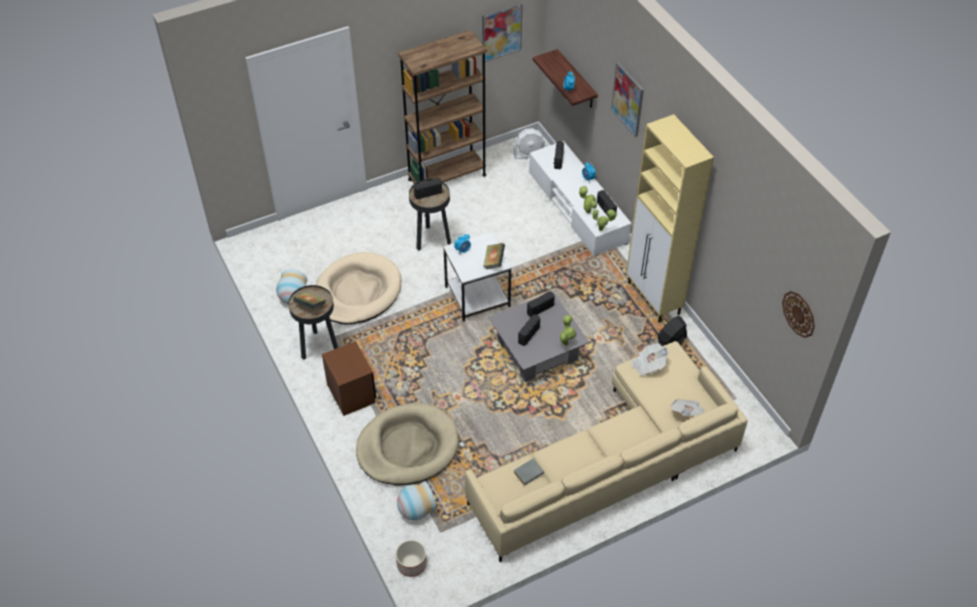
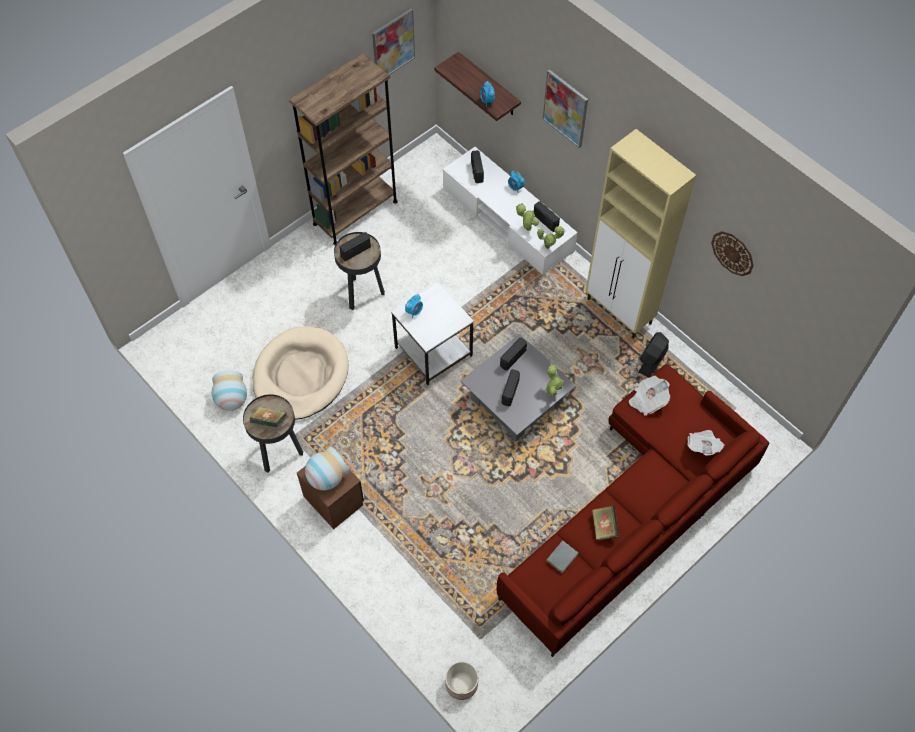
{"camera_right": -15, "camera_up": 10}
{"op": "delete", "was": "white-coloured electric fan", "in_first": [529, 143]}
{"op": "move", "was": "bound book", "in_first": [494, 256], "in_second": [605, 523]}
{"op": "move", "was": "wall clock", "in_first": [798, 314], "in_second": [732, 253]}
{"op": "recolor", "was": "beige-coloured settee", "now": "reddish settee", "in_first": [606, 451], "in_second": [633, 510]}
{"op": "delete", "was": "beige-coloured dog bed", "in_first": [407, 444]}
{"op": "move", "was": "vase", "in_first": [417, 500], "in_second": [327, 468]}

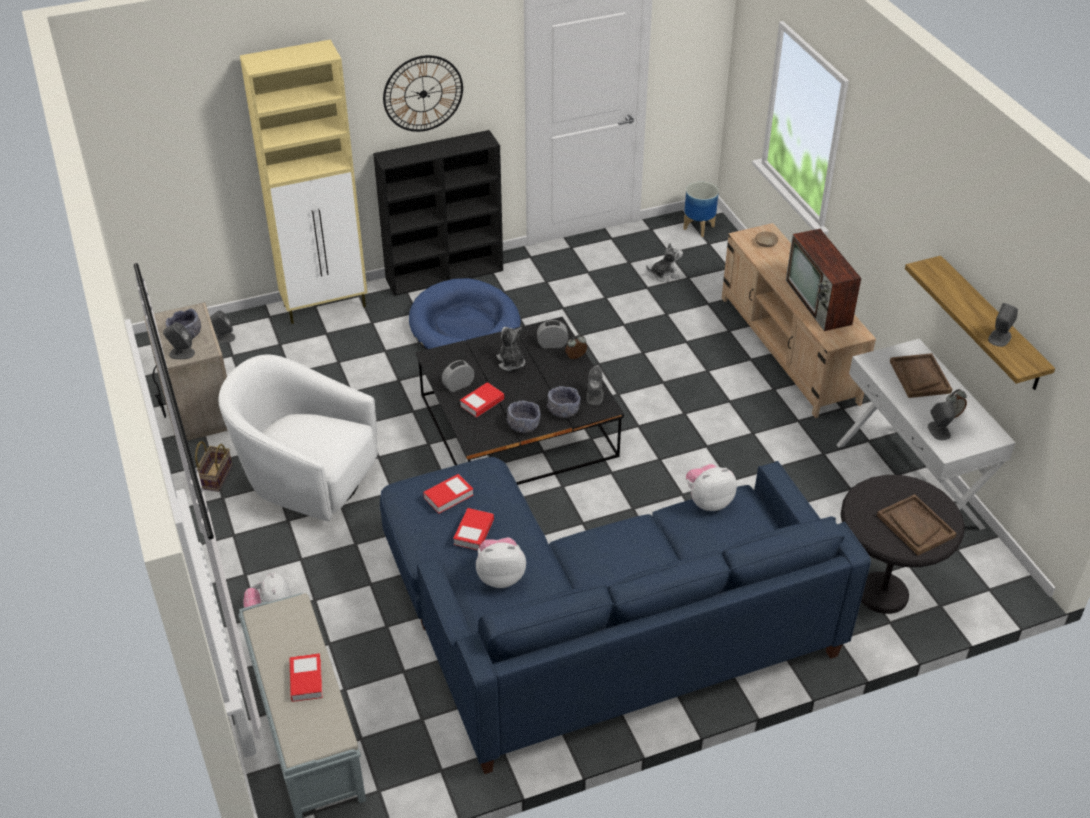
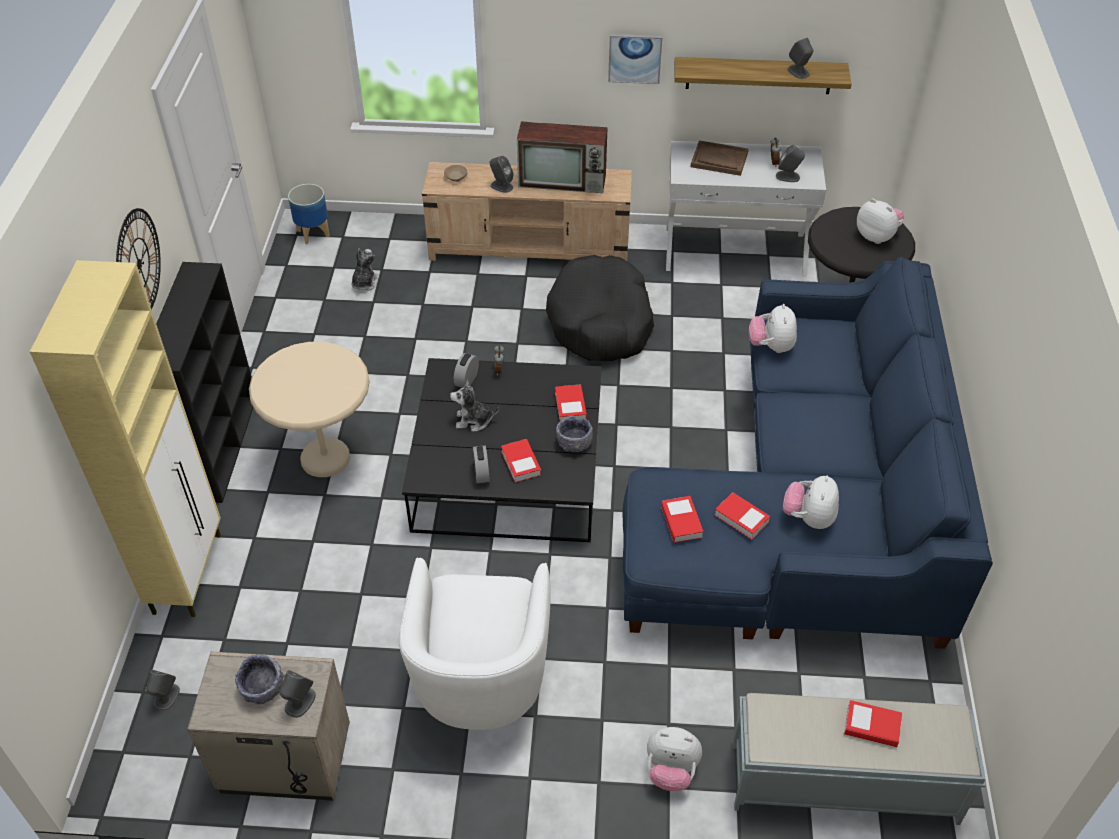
{"camera_right": -65, "camera_up": 5}
{"op": "replace", "was": "bluish dog bed", "now": "beige-coloured side table", "in_first": [465, 314], "in_second": [309, 409]}
{"op": "rotate", "was": "white-coloured lounge chair", "in_first": [298, 438], "in_second": [475, 643], "clockwise": -45}
{"op": "move", "was": "greyish loudspeaker", "in_first": [595, 385], "in_second": [501, 174]}
{"op": "replace", "was": "greyish deep dish", "now": "bound book", "in_first": [564, 402], "in_second": [571, 403]}
{"op": "delete", "was": "household basket", "in_first": [213, 466]}
{"op": "replace", "was": "brown-coloured tray", "now": "plush toy", "in_first": [917, 525], "in_second": [880, 221]}
{"op": "insert", "now": "picture", "in_second": [635, 59]}
{"op": "insert", "now": "black-coloured dog bed", "in_second": [600, 308]}

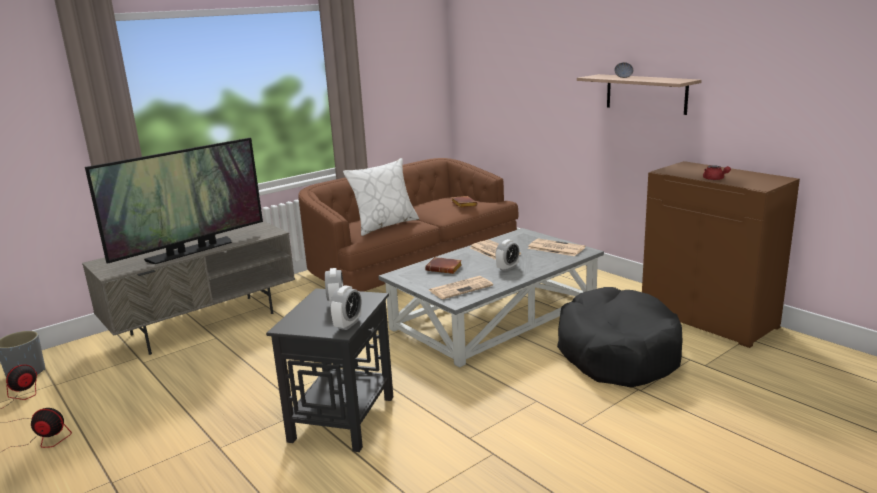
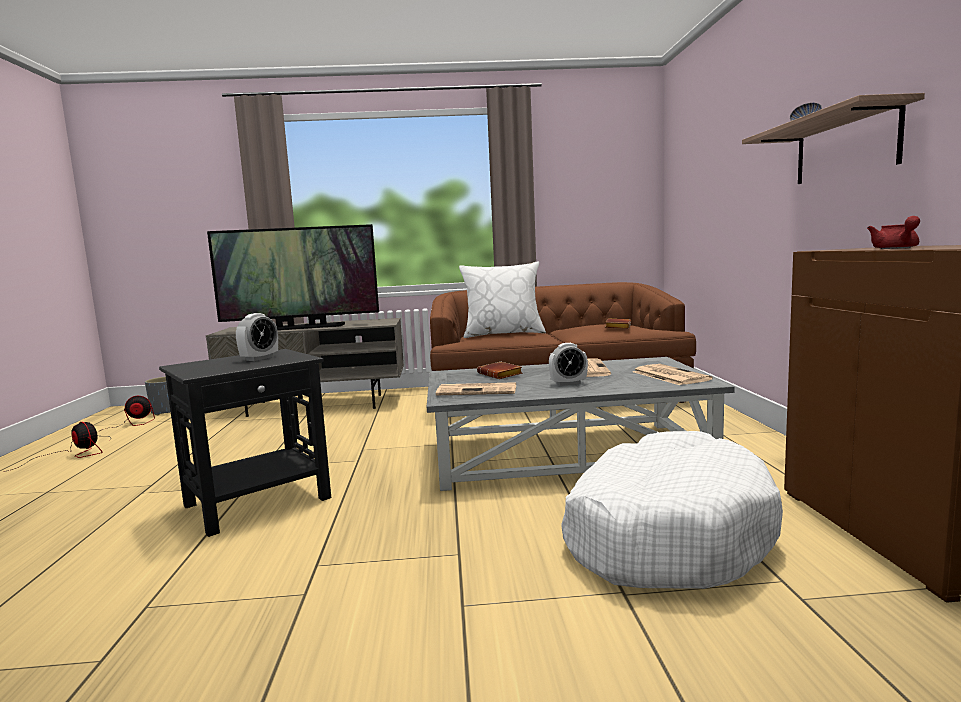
{"camera_right": 35, "camera_up": -10}
{"op": "delete", "was": "table clock", "in_first": [346, 308]}
{"op": "recolor", "was": "black-coloured dog bed", "now": "white-coloured dog bed", "in_first": [619, 337], "in_second": [672, 510]}

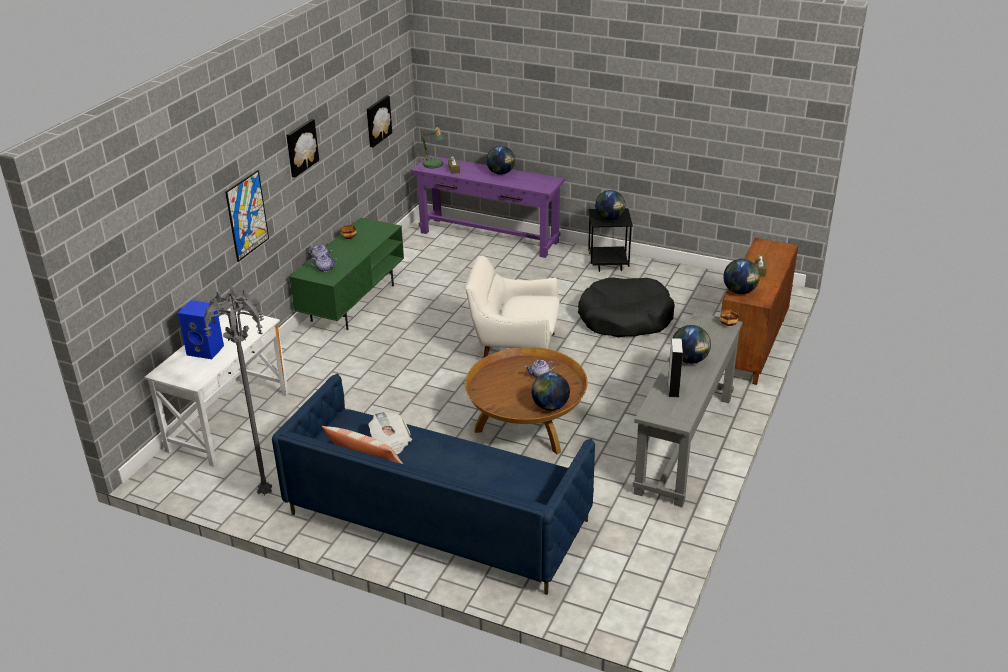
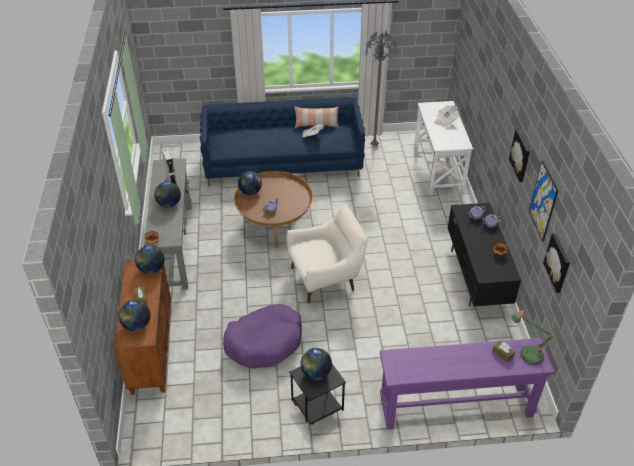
{"camera_right": 150, "camera_up": 10}
{"op": "move", "was": "world globe", "in_first": [500, 160], "in_second": [134, 315]}
{"op": "move", "was": "picture", "in_first": [247, 216], "in_second": [543, 201]}
{"op": "recolor", "was": "greenish media console", "now": "black-coloured media console", "in_first": [346, 274], "in_second": [484, 255]}
{"op": "recolor", "was": "black-coloured dog bed", "now": "purple dog bed", "in_first": [626, 307], "in_second": [262, 336]}
{"op": "replace", "was": "bluish loudspeaker", "now": "printed paper", "in_first": [201, 329], "in_second": [446, 116]}

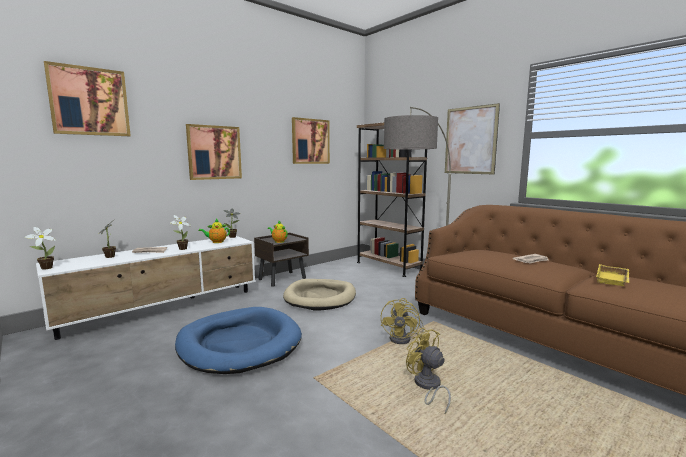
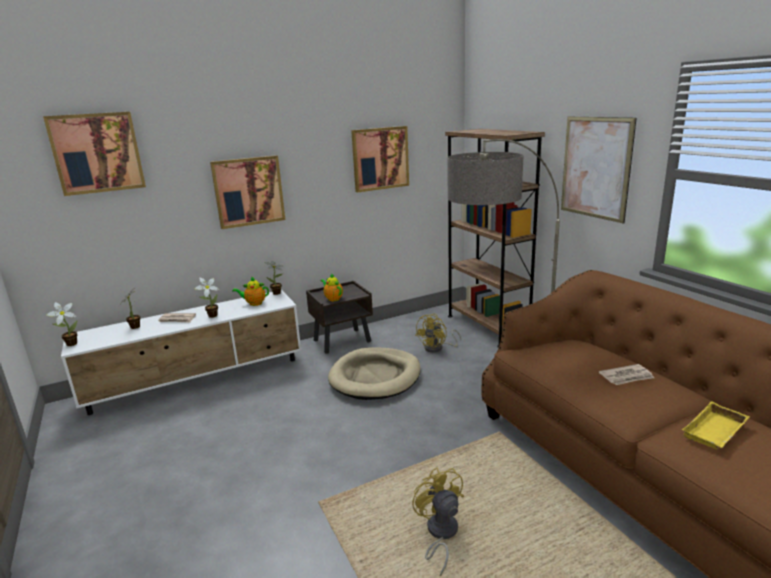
{"camera_right": 15, "camera_up": 10}
{"op": "move", "was": "yellowish electric fan", "in_first": [402, 321], "in_second": [438, 333]}
{"op": "delete", "was": "bluish dog bed", "in_first": [238, 340]}

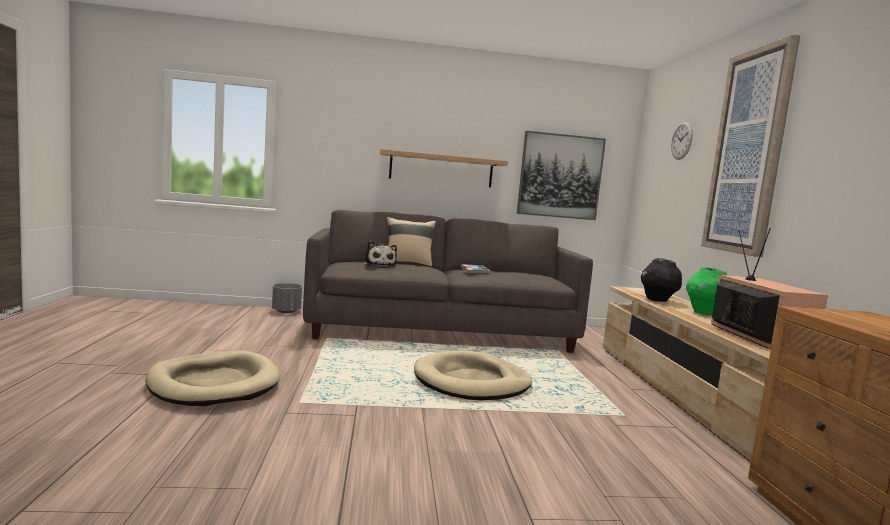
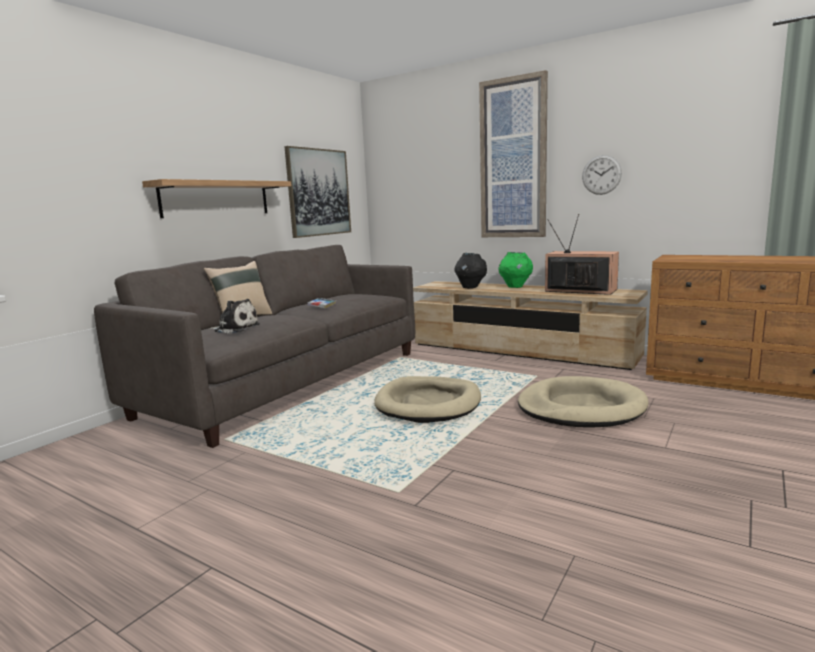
{"camera_right": -50, "camera_up": 5}
{"op": "move", "was": "wall clock", "in_first": [682, 141], "in_second": [602, 175]}
{"op": "delete", "was": "greyish planter", "in_first": [287, 298]}
{"op": "move", "was": "beige-coloured dog bed", "in_first": [213, 378], "in_second": [583, 402]}

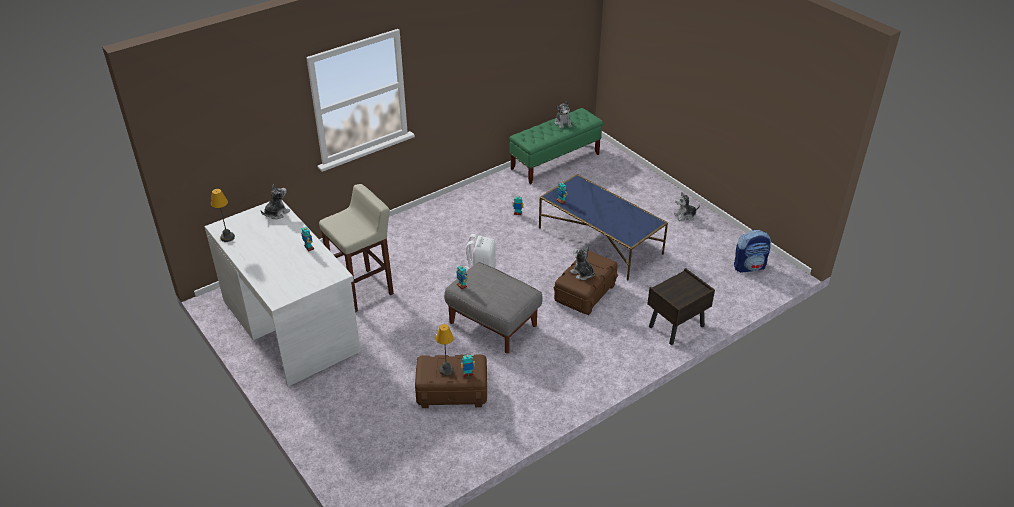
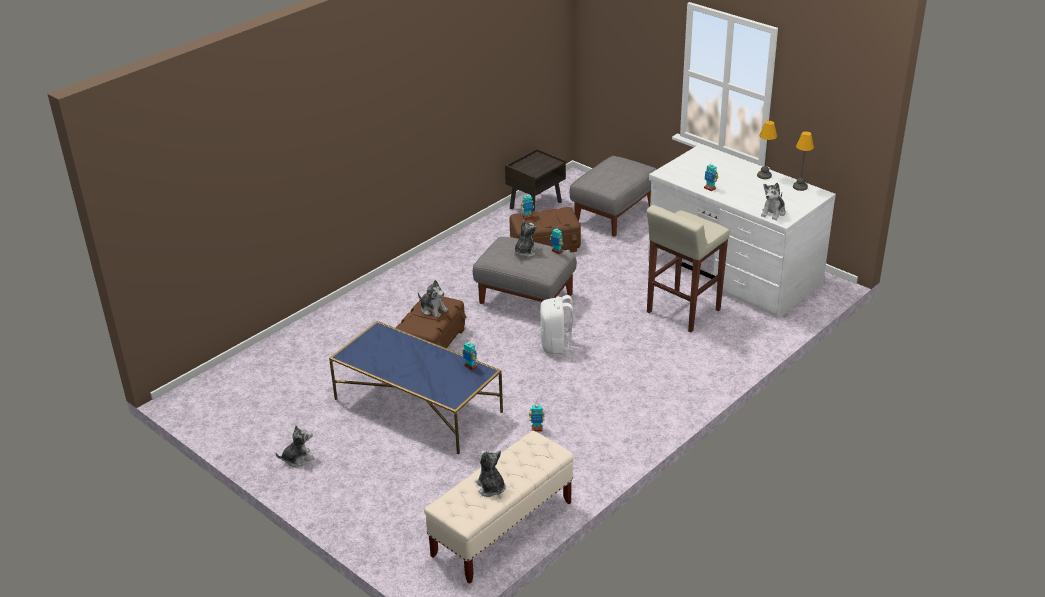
{"camera_right": 170, "camera_up": -5}
{"op": "recolor", "was": "greenish bench", "now": "beige-coloured bench", "in_first": [556, 146], "in_second": [499, 507]}
{"op": "delete", "was": "knapsack", "in_first": [752, 251]}
{"op": "move", "was": "brown-coloured bedside table", "in_first": [681, 306], "in_second": [535, 180]}
{"op": "move", "was": "lamp for a table", "in_first": [445, 350], "in_second": [767, 150]}
{"op": "insert", "now": "greyish pouffe", "in_second": [613, 196]}
{"op": "insert", "now": "plush toy", "in_second": [525, 239]}

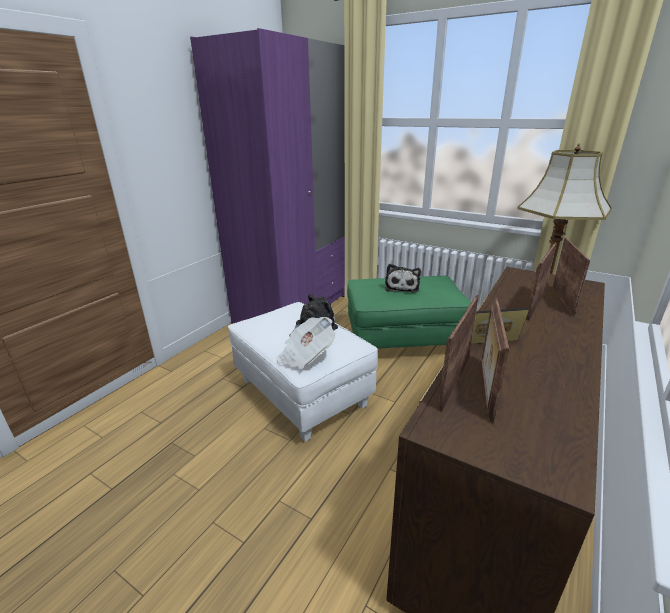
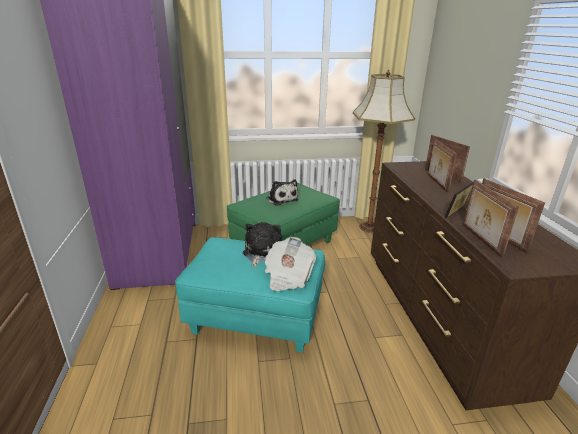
{"camera_right": -40, "camera_up": 0}
{"op": "recolor", "was": "white-coloured pouffe", "now": "blue-green pouffe", "in_first": [303, 372], "in_second": [250, 295]}

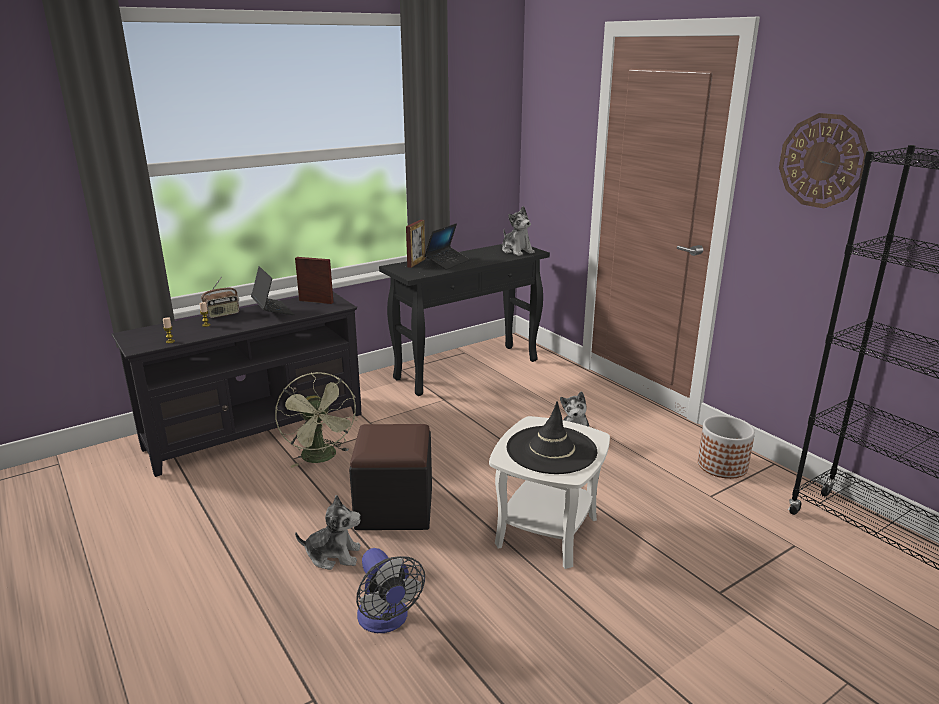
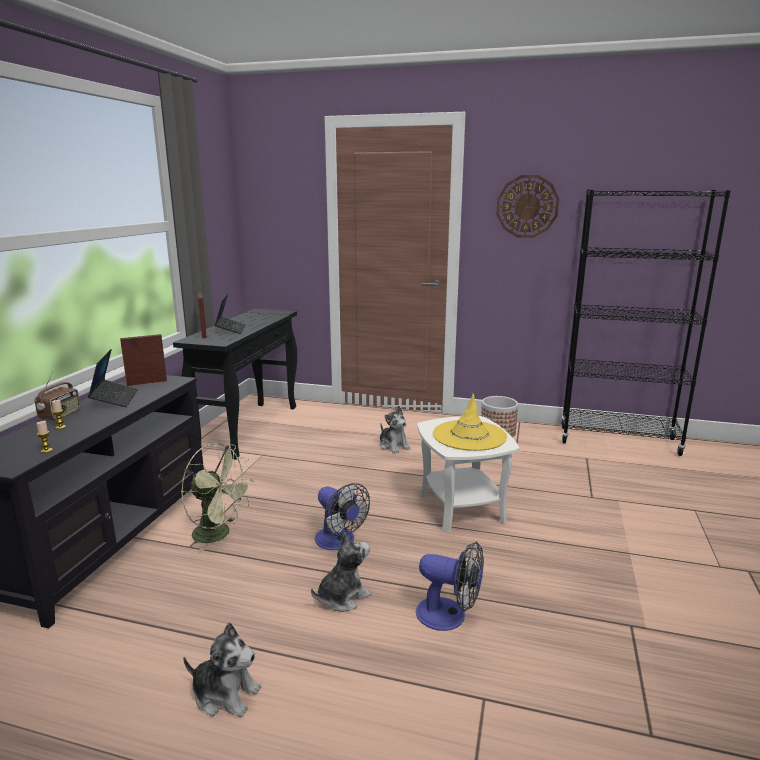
{"camera_right": -40, "camera_up": -5}
{"op": "move", "was": "plush toy", "in_first": [518, 231], "in_second": [222, 670]}
{"op": "rotate", "was": "portable computer", "in_first": [273, 290], "in_second": [113, 378], "clockwise": 60}
{"op": "recolor", "was": "black-coloured hat", "now": "yellowish hat", "in_first": [552, 437], "in_second": [470, 422]}
{"op": "replace", "was": "black-coloured pouffe", "now": "electric fan", "in_first": [390, 477], "in_second": [342, 516]}

